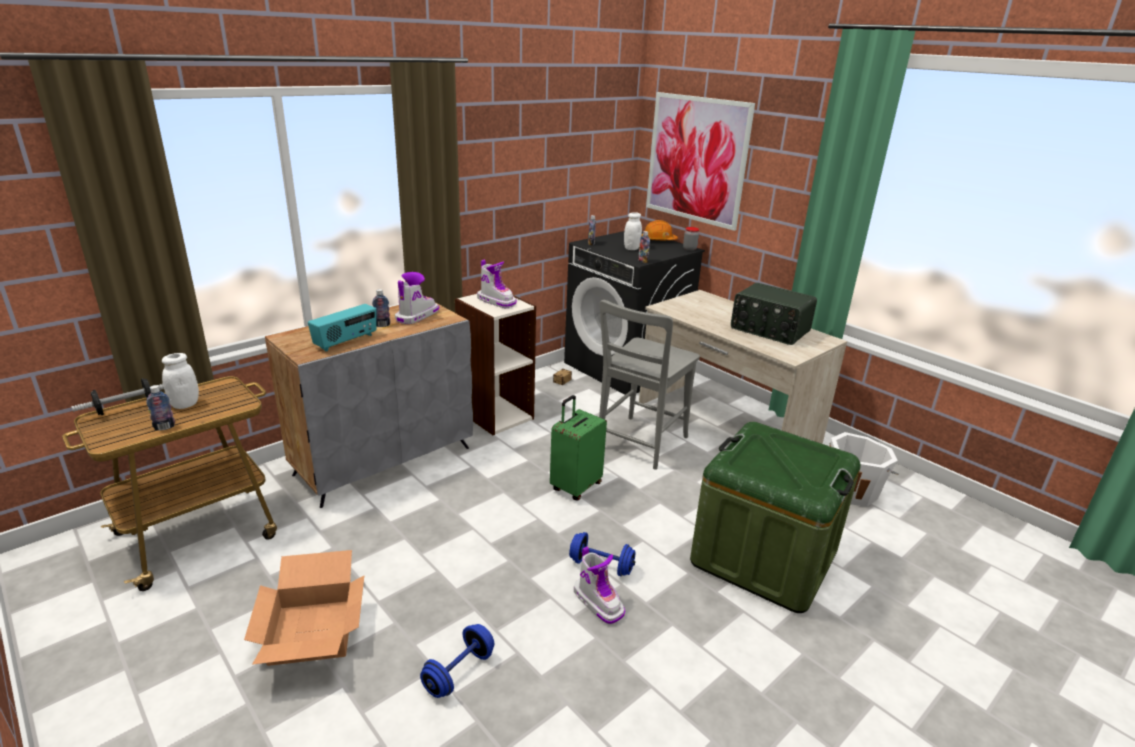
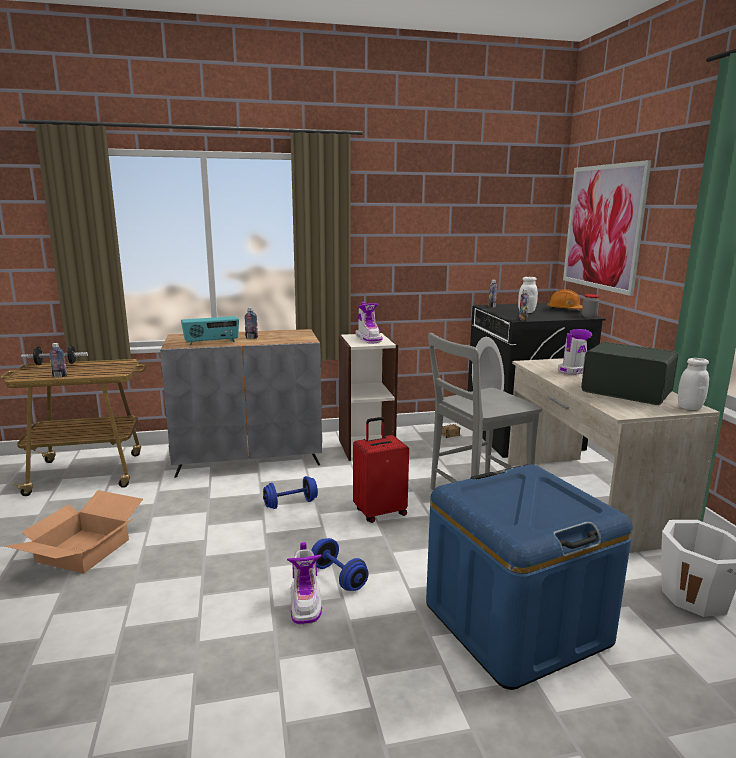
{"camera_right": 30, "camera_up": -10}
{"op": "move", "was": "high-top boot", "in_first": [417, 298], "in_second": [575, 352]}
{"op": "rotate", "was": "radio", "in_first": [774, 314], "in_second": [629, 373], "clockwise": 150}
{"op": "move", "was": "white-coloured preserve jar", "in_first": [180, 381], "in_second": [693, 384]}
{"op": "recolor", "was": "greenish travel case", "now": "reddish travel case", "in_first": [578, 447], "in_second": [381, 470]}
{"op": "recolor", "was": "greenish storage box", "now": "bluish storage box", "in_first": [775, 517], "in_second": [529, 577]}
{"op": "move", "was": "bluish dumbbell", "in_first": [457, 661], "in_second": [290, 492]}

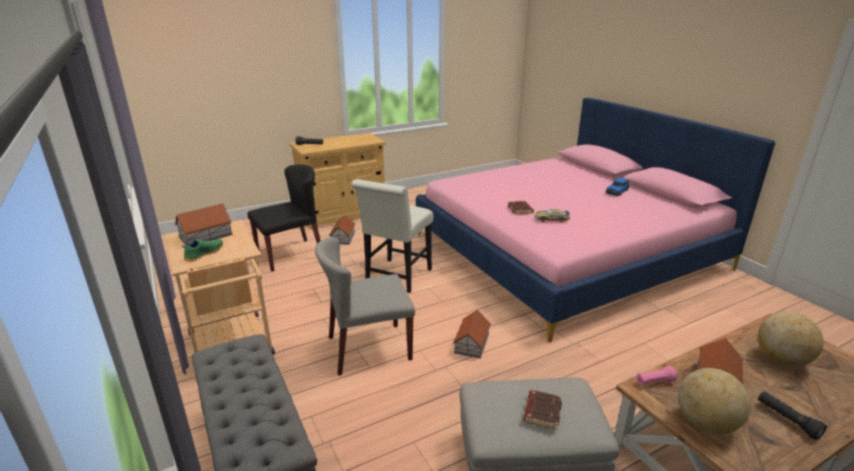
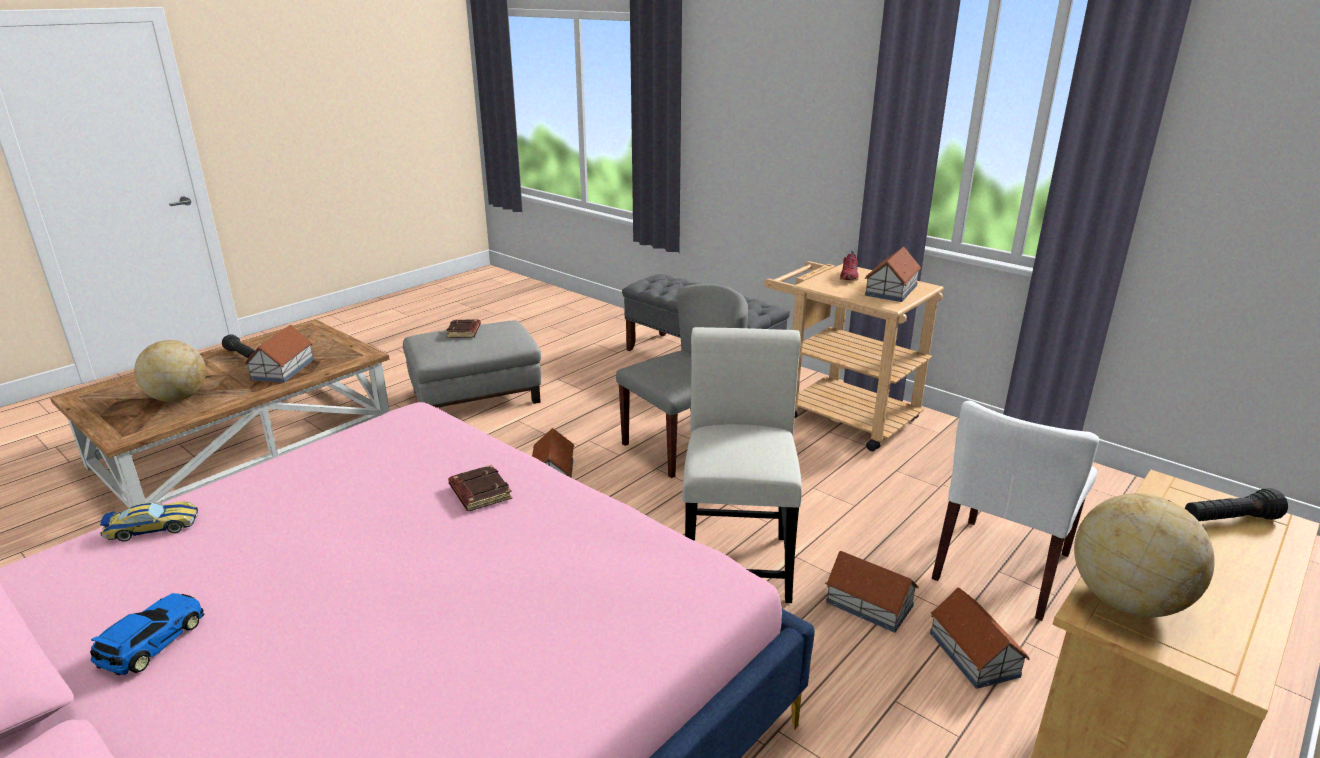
{"camera_right": 160, "camera_up": 0}
{"op": "recolor", "was": "black-coloured upright chair", "now": "white-coloured upright chair", "in_first": [284, 218], "in_second": [1015, 511]}
{"op": "move", "was": "toy car", "in_first": [552, 215], "in_second": [149, 521]}
{"op": "recolor", "was": "greenish item of footwear", "now": "reddish item of footwear", "in_first": [202, 250], "in_second": [849, 266]}
{"op": "delete", "was": "pinkish flashlight", "in_first": [656, 376]}
{"op": "move", "was": "world globe", "in_first": [714, 401], "in_second": [1144, 555]}
{"op": "insert", "now": "miniature house", "in_second": [872, 592]}

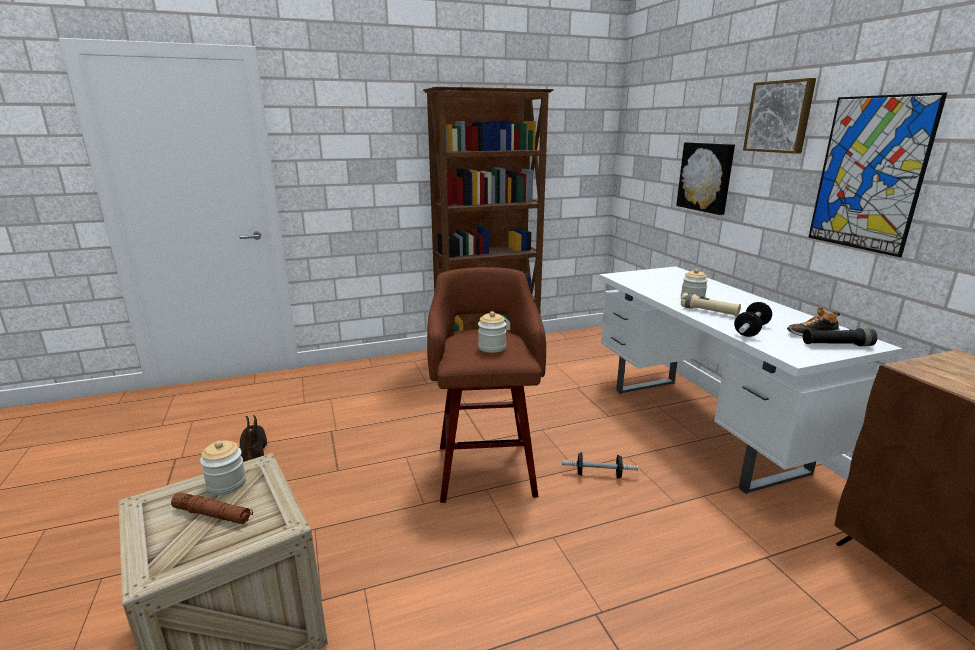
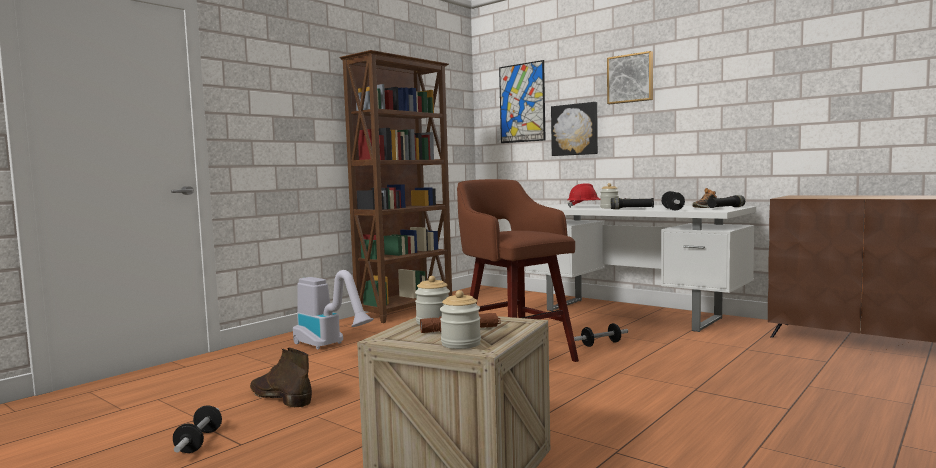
{"camera_right": -30, "camera_up": -15}
{"op": "move", "was": "picture", "in_first": [878, 174], "in_second": [522, 101]}
{"op": "recolor", "was": "beige-coloured flashlight", "now": "black-coloured flashlight", "in_first": [711, 304], "in_second": [632, 203]}
{"op": "move", "was": "preserve jar", "in_first": [492, 332], "in_second": [460, 319]}
{"op": "insert", "now": "reddish hard hat", "in_second": [584, 196]}
{"op": "insert", "now": "hoover", "in_second": [333, 309]}
{"op": "insert", "now": "dumbbell", "in_second": [197, 429]}

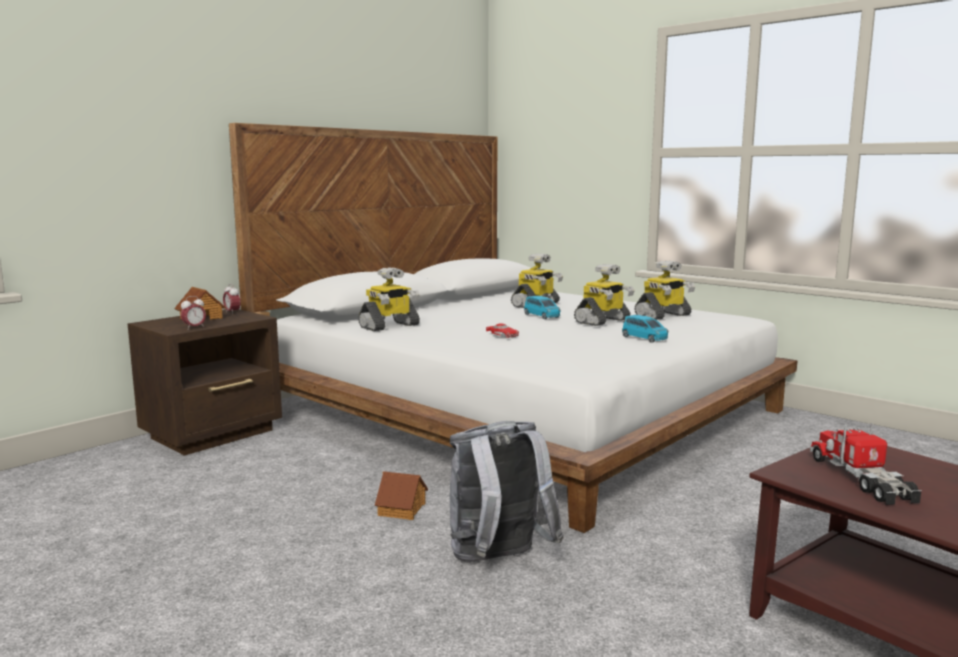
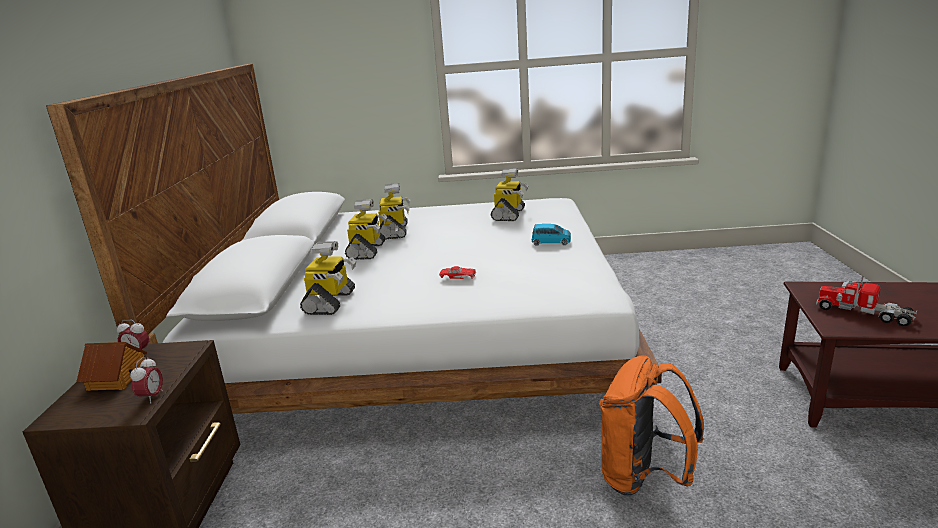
{"camera_right": -40, "camera_up": 10}
{"op": "move", "was": "robot figure", "in_first": [604, 295], "in_second": [366, 229]}
{"op": "delete", "was": "bluish toy car", "in_first": [542, 307]}
{"op": "recolor", "was": "greyish knapsack", "now": "orange knapsack", "in_first": [507, 491], "in_second": [651, 425]}
{"op": "delete", "was": "miniature house", "in_first": [401, 495]}

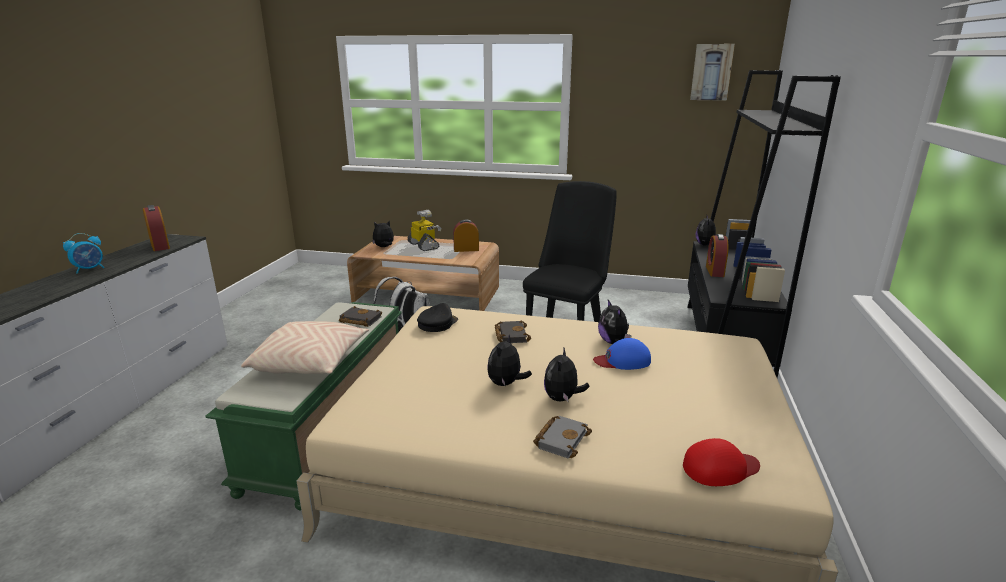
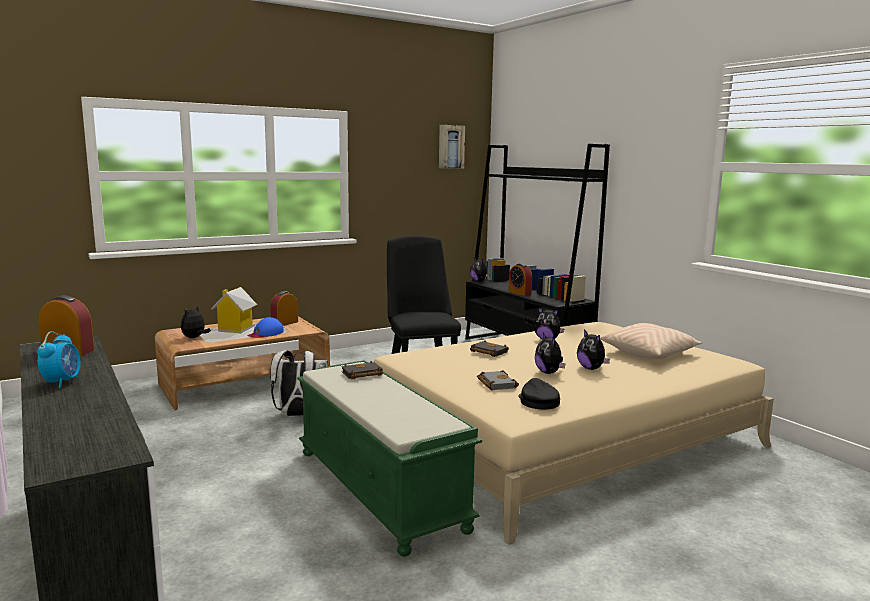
{"camera_right": -45, "camera_up": -10}
{"op": "replace", "was": "robot figure", "now": "miniature house", "in_first": [424, 230], "in_second": [234, 310]}
{"op": "move", "was": "black-coloured cap", "in_first": [437, 317], "in_second": [539, 394]}
{"op": "move", "was": "beige-coloured throw pillow", "in_first": [305, 347], "in_second": [651, 341]}
{"op": "move", "was": "bluish cap", "in_first": [622, 354], "in_second": [265, 327]}
{"op": "move", "was": "greyish bound book", "in_first": [562, 437], "in_second": [498, 380]}
{"op": "delete", "was": "reddish cap", "in_first": [721, 462]}

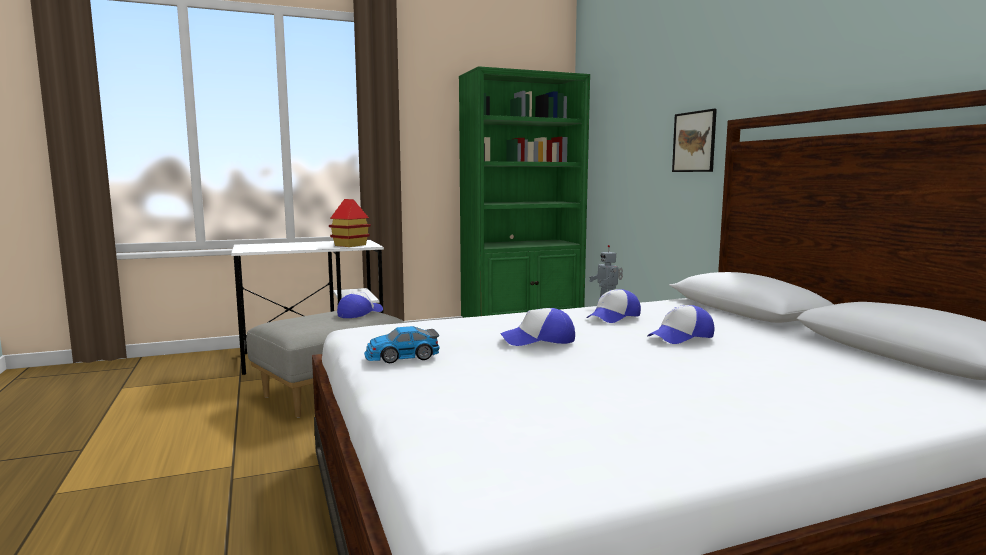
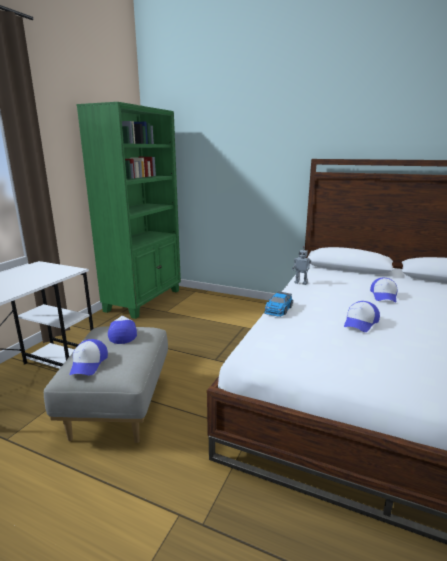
{"camera_right": -45, "camera_up": 10}
{"op": "delete", "was": "picture", "in_first": [694, 140]}
{"op": "delete", "was": "miniature house", "in_first": [350, 223]}
{"op": "move", "was": "cap", "in_first": [614, 306], "in_second": [88, 357]}
{"op": "move", "was": "toy car", "in_first": [402, 344], "in_second": [278, 304]}

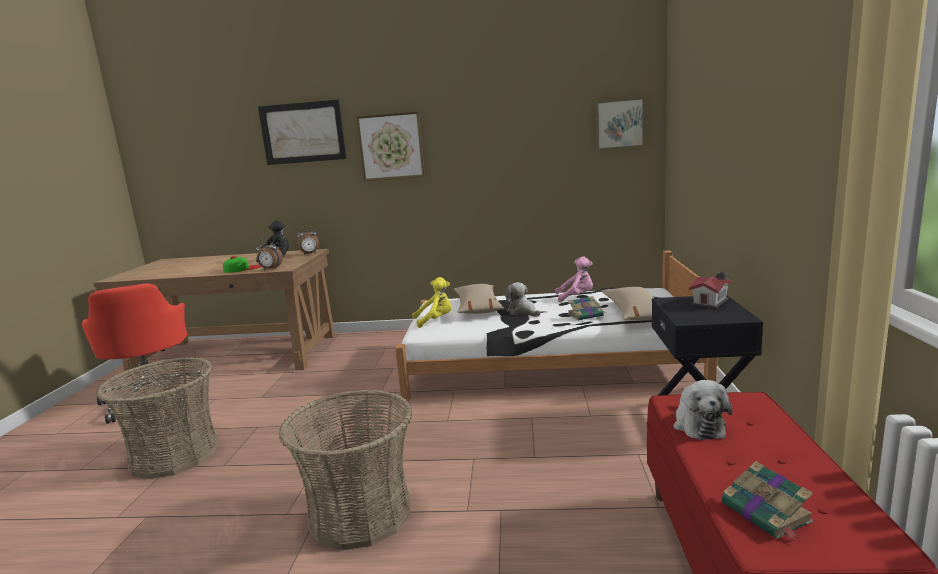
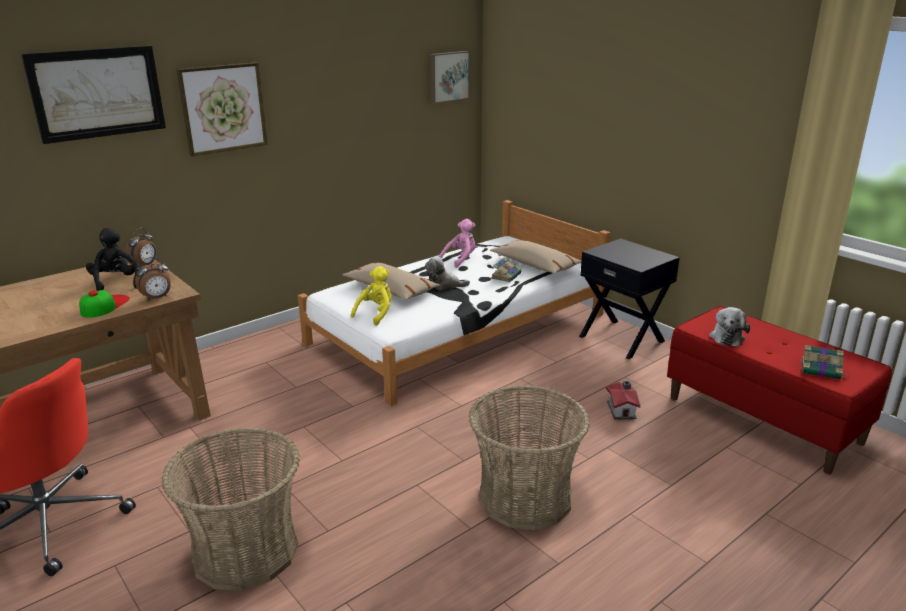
{"camera_right": -45, "camera_up": 10}
{"op": "move", "was": "miniature house", "in_first": [710, 290], "in_second": [623, 400]}
{"op": "rotate", "was": "plush toy", "in_first": [703, 410], "in_second": [729, 327], "clockwise": 60}

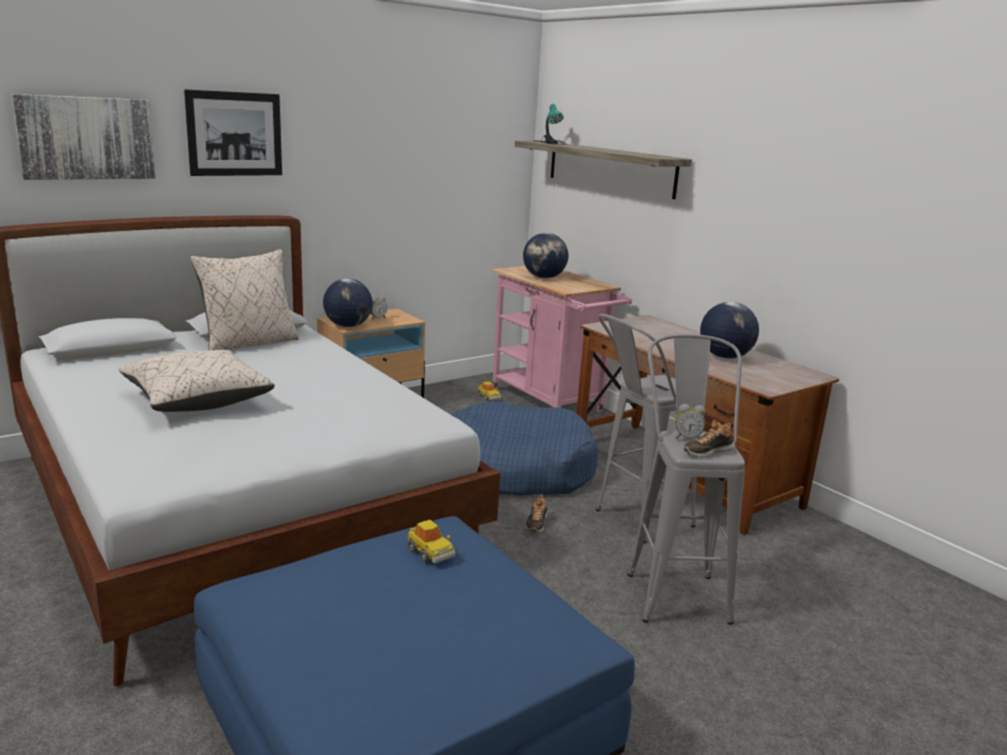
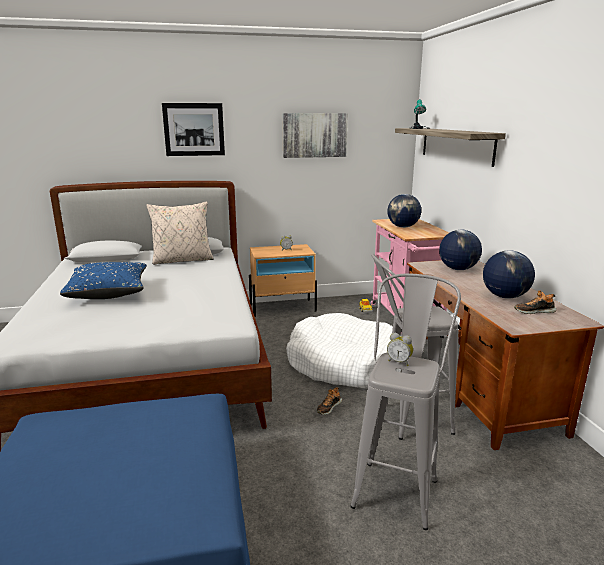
{"camera_right": 25, "camera_up": 0}
{"op": "move", "was": "picture", "in_first": [83, 137], "in_second": [315, 135]}
{"op": "move", "was": "world globe", "in_first": [348, 302], "in_second": [460, 250]}
{"op": "recolor", "was": "beige-coloured throw pillow", "now": "bluish throw pillow", "in_first": [196, 381], "in_second": [103, 280]}
{"op": "recolor", "was": "bluish dog bed", "now": "white-coloured dog bed", "in_first": [524, 448], "in_second": [343, 350]}
{"op": "move", "was": "item of footwear", "in_first": [709, 438], "in_second": [535, 302]}
{"op": "delete", "was": "toy car", "in_first": [431, 541]}

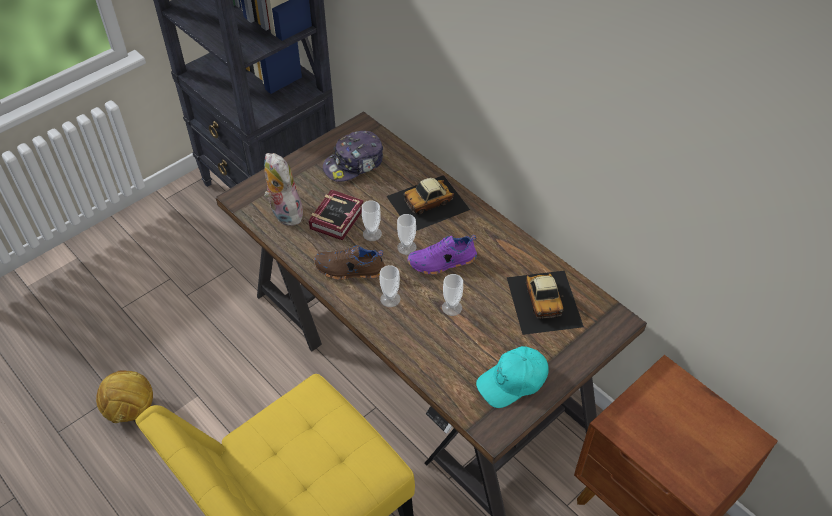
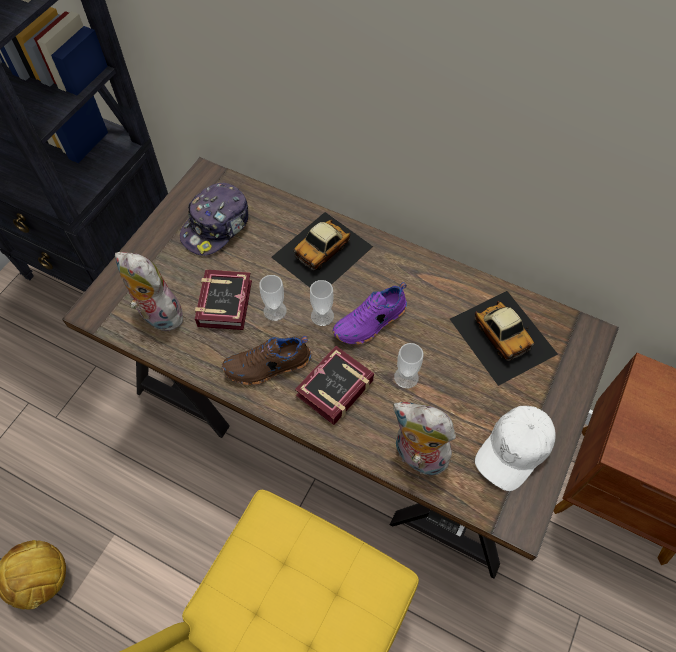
{"camera_right": -20, "camera_up": 10}
{"op": "replace", "was": "cup", "now": "bound book", "in_first": [390, 286], "in_second": [334, 385]}
{"op": "recolor", "was": "blue-green cap", "now": "white-coloured cap", "in_first": [512, 377], "in_second": [515, 448]}
{"op": "insert", "now": "plush toy", "in_second": [424, 438]}

